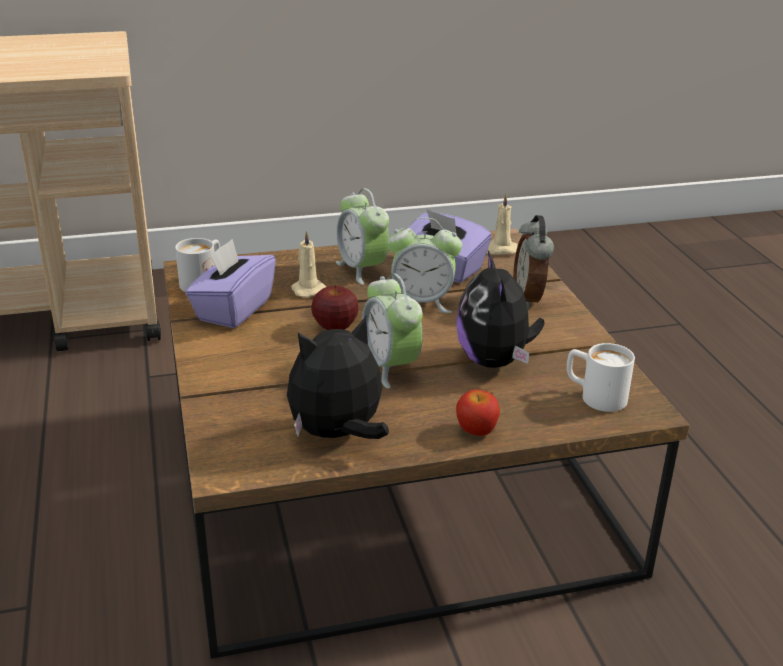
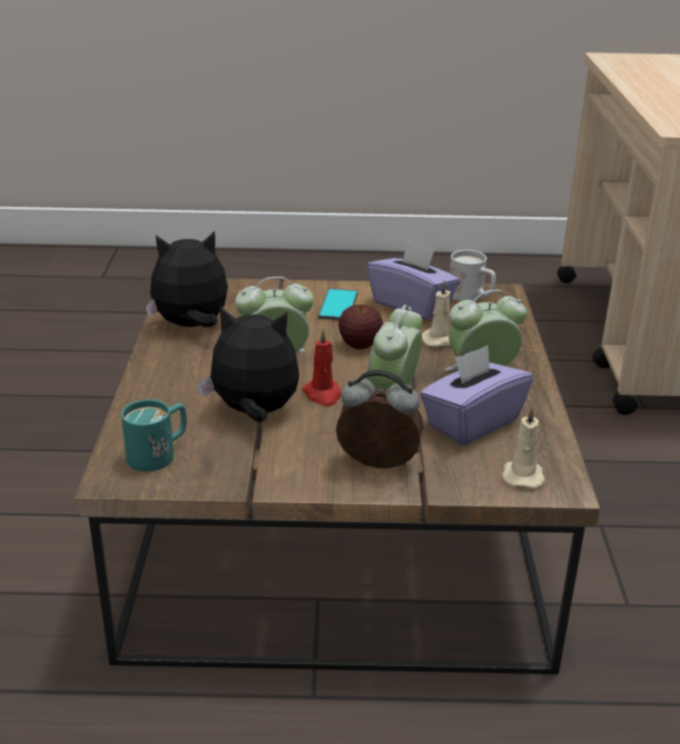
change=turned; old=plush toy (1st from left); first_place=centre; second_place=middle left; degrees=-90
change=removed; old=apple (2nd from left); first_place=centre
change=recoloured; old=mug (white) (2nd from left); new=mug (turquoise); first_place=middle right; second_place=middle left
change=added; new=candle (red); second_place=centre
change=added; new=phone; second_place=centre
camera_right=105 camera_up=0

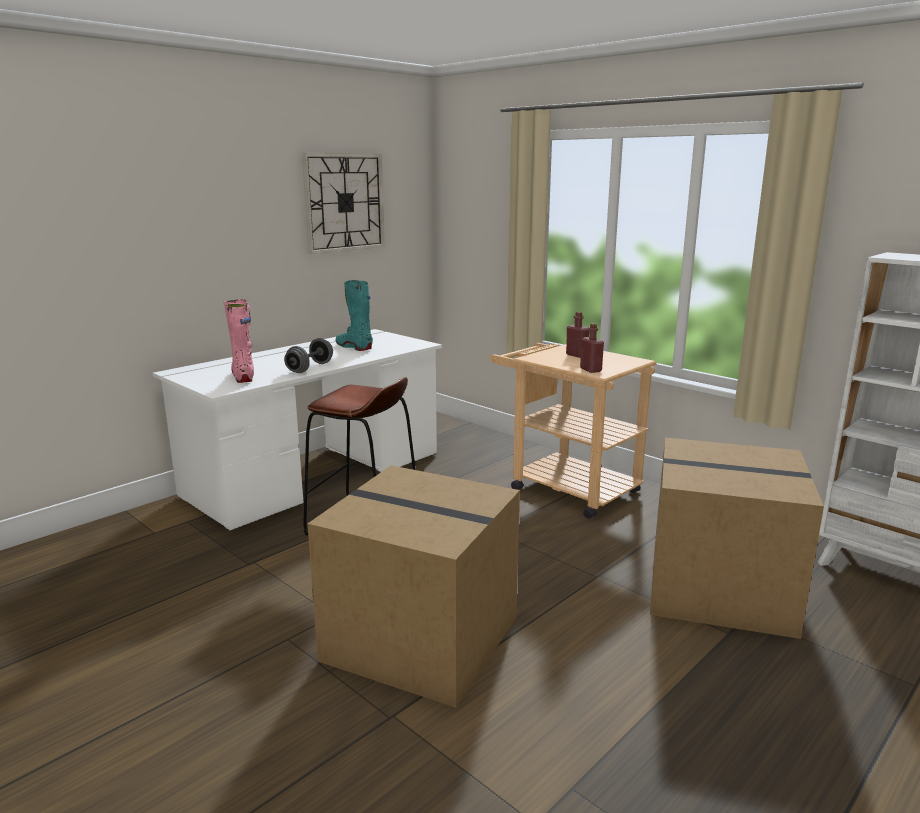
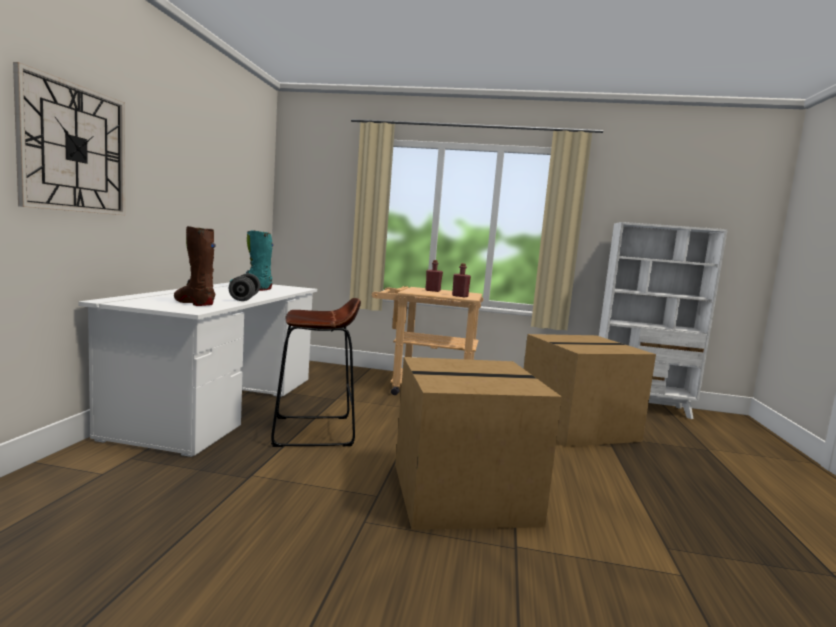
change=recoloured; old=boot (pink); new=boot (brown); first_place=middle left; second_place=middle left
change=moved; old=wall clock; first_place=top centre; second_place=top left
camera_right=-35 camera_up=-10

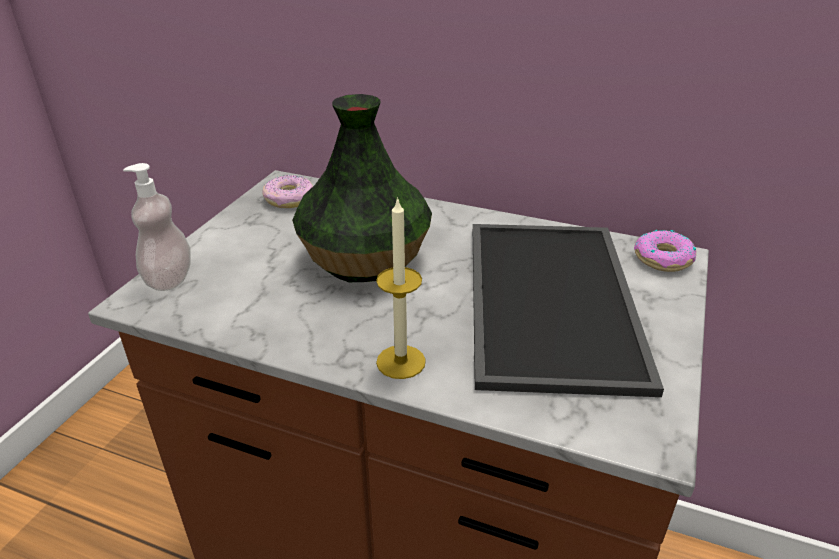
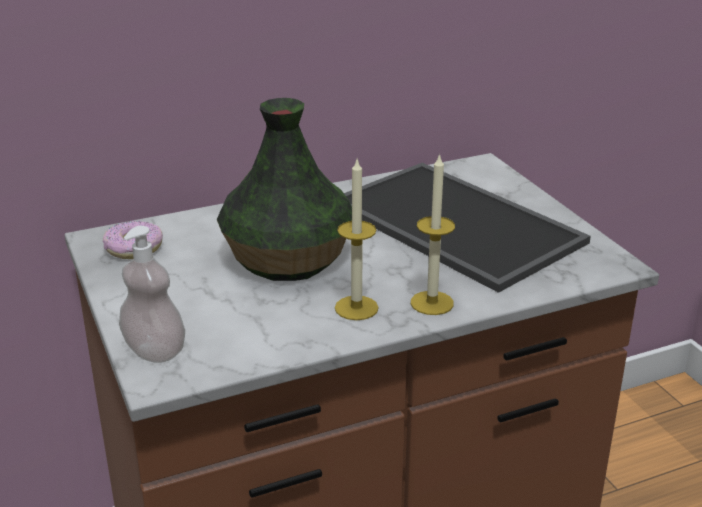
change=removed; old=donut (2nd from left); first_place=middle right
change=added; new=candle (1st from left); second_place=centre
camera_right=-45 camera_up=-5

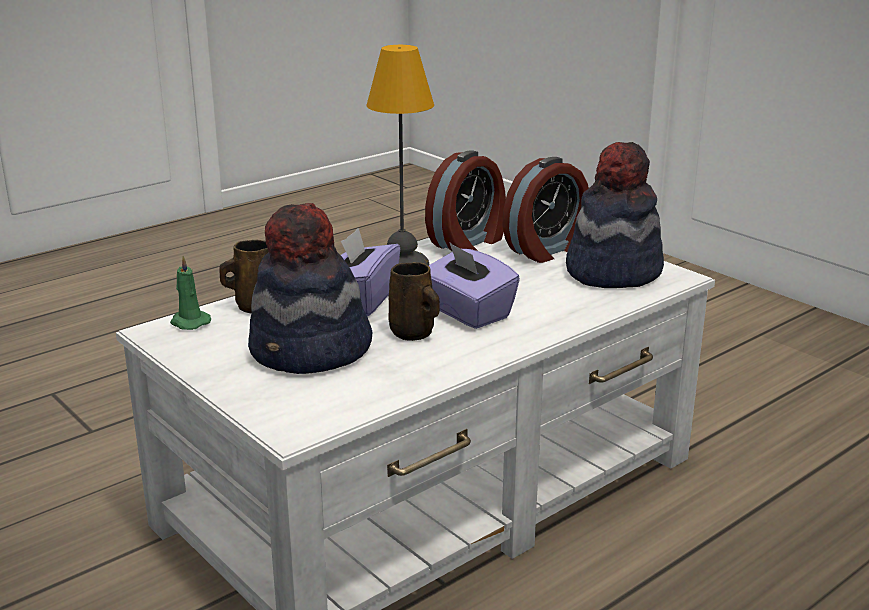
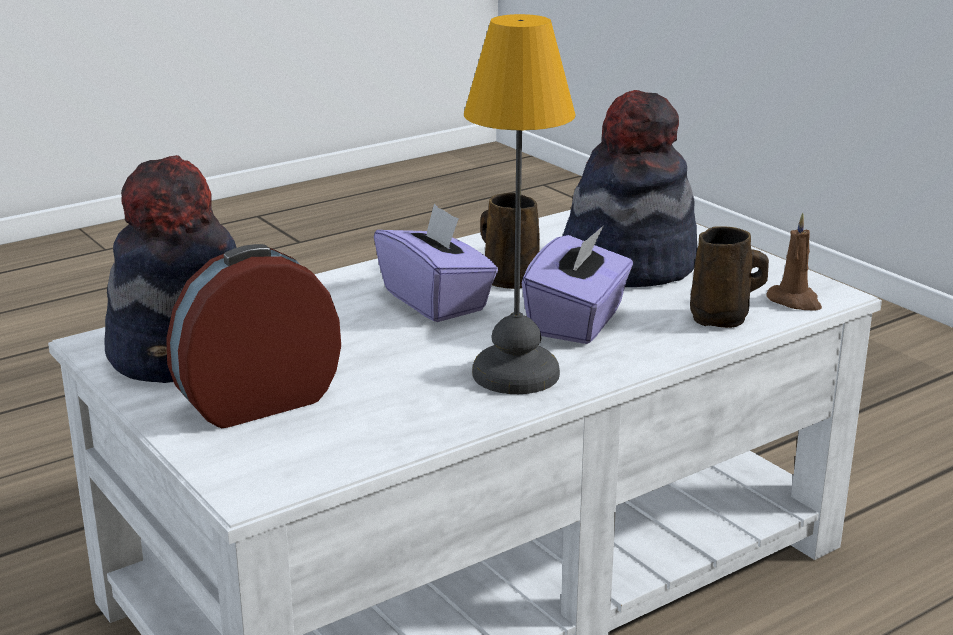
change=recoloured; old=candle (green); new=candle (brown); first_place=middle left; second_place=middle right
change=removed; old=alarm clock (1st from left); first_place=top centre
camera_right=-175 camera_up=0

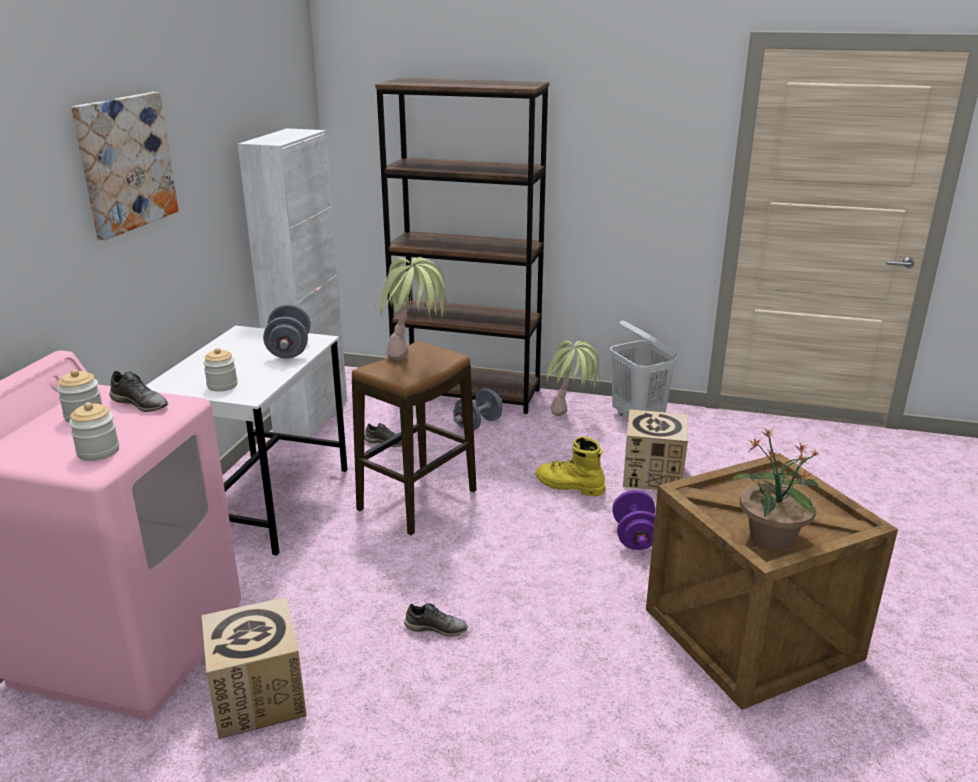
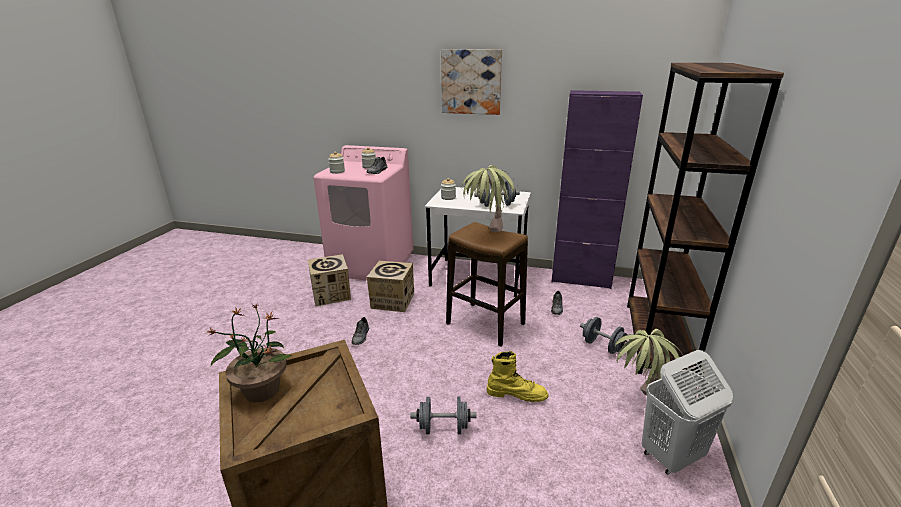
change=recoloured; old=cabinet (white); new=cabinet (purple); first_place=middle left; second_place=centre
change=turned; old=boot (yellow); first_place=centre; second_place=bottom centre; degrees=75
change=recoloured; old=dumbbell (purple); new=dumbbell (grey) (1st from left); first_place=centre; second_place=bottom centre
change=moved; old=cardboard box (2nd from left); first_place=middle right; second_place=centre
camera_right=90 camera_up=0

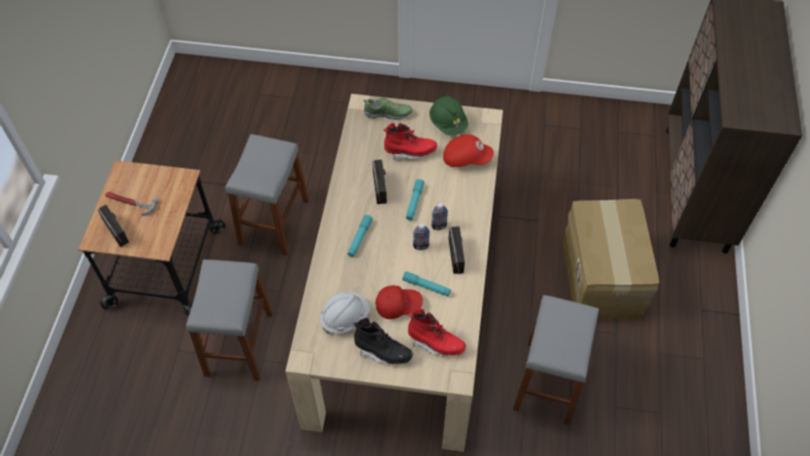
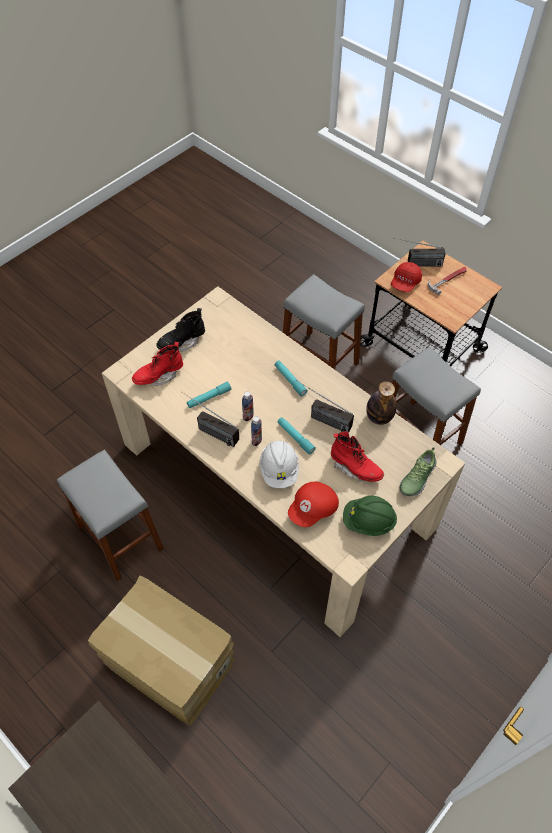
change=moved; old=hard hat (white); first_place=bottom centre; second_place=centre
change=moved; old=cap (red) (1st from left in the first image); new=cap (red) (2nd from left); first_place=centre; second_place=top right
change=turned; old=boot (red) (1st from left in the first image); first_place=top centre; second_place=centre; degrees=-90
change=added; new=bottle (3rd from left); second_place=middle right
camera_right=125 camera_up=0

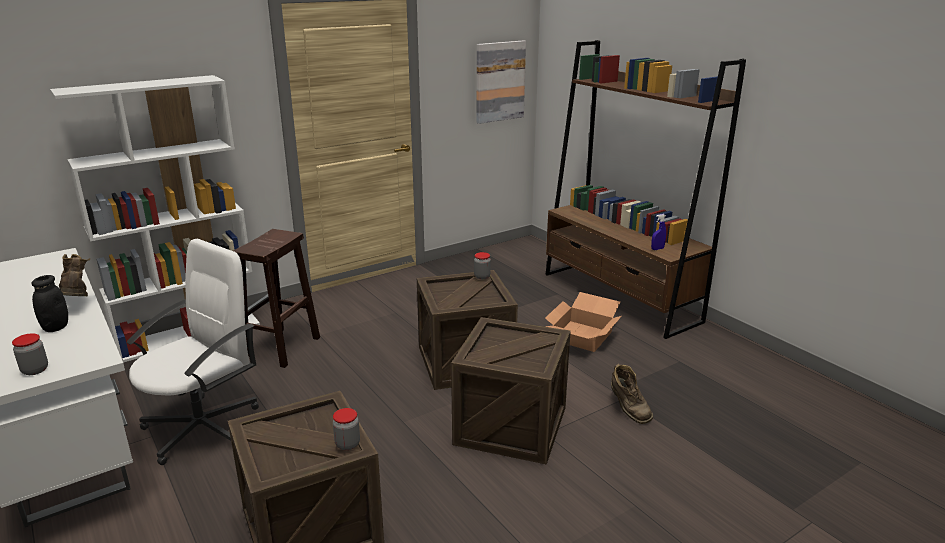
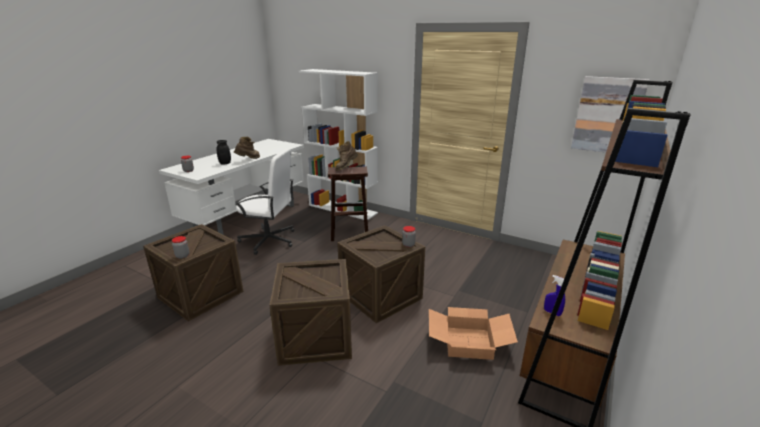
change=moved; old=boot (brown) (2nd from left); first_place=bottom right; second_place=centre
camera_right=65 camera_up=0

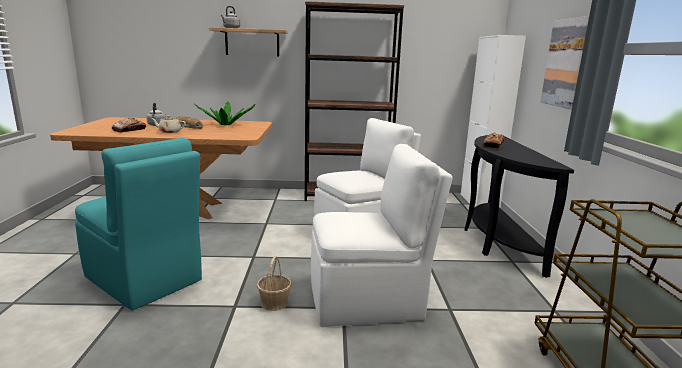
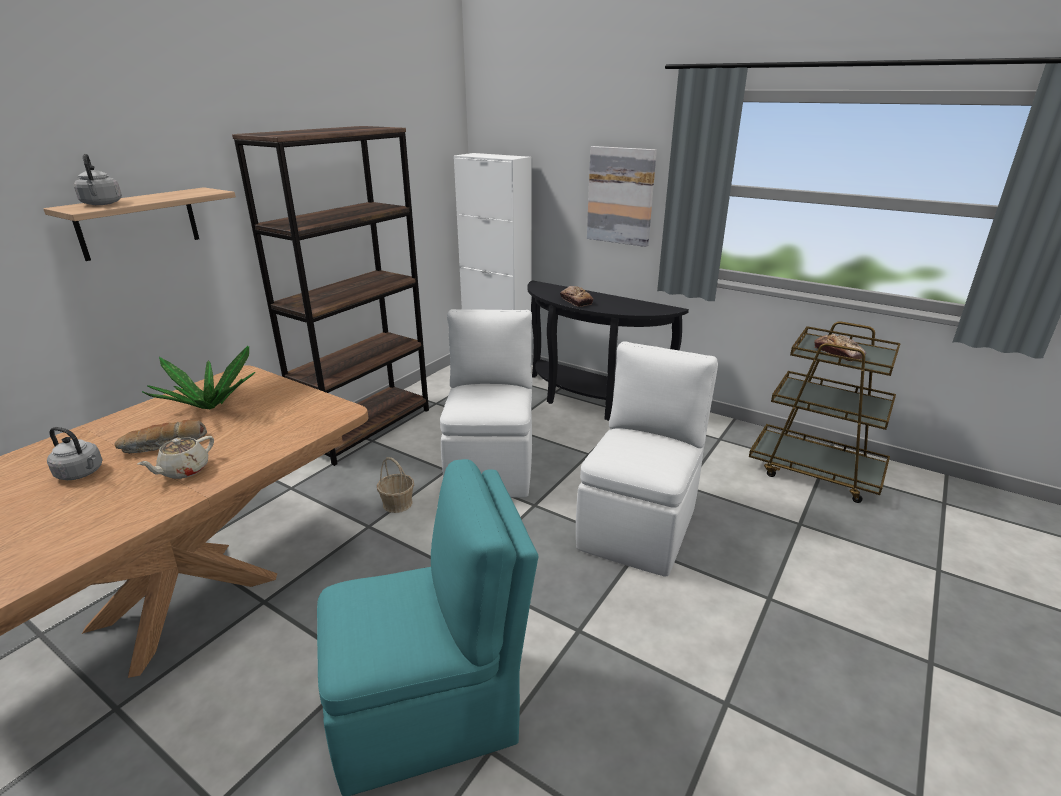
change=moved; old=bread (1st from left in the first image); new=bread (3rd from left); first_place=middle left; second_place=middle right
change=moved; old=basket; first_place=bottom centre; second_place=centre
camera_right=-55 camera_up=10

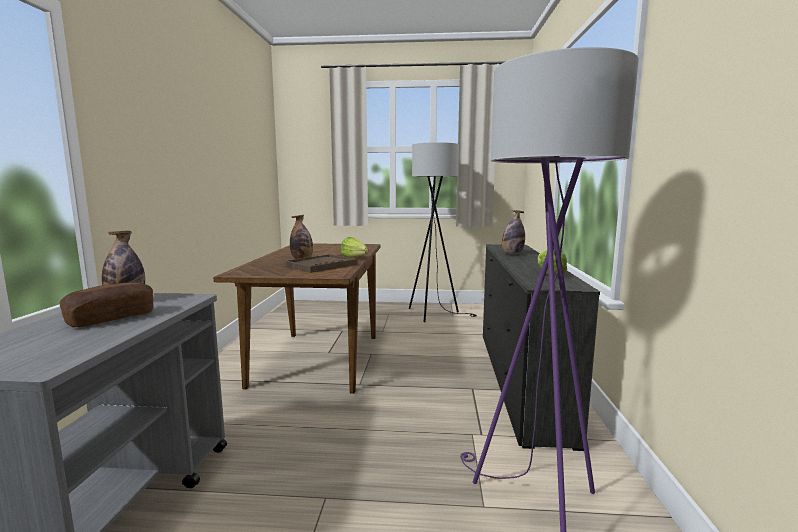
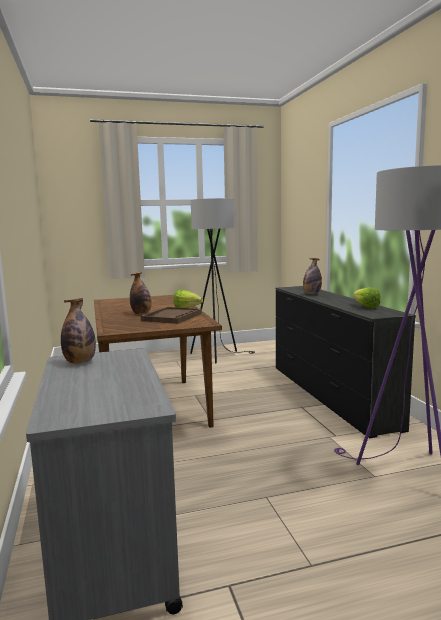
change=removed; old=bread; first_place=middle left
camera_right=-20 camera_up=0

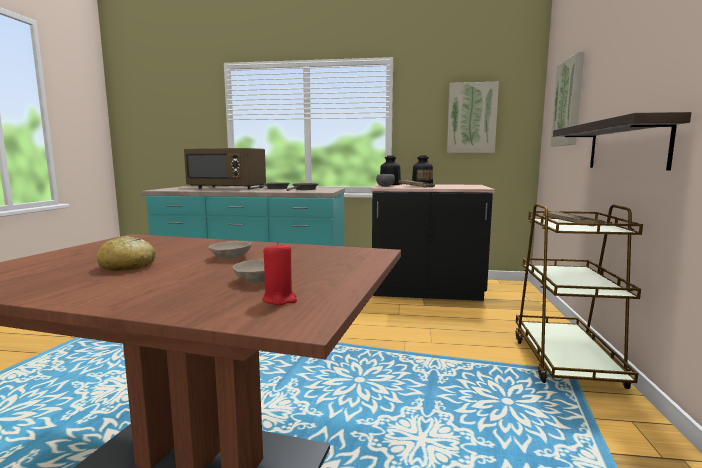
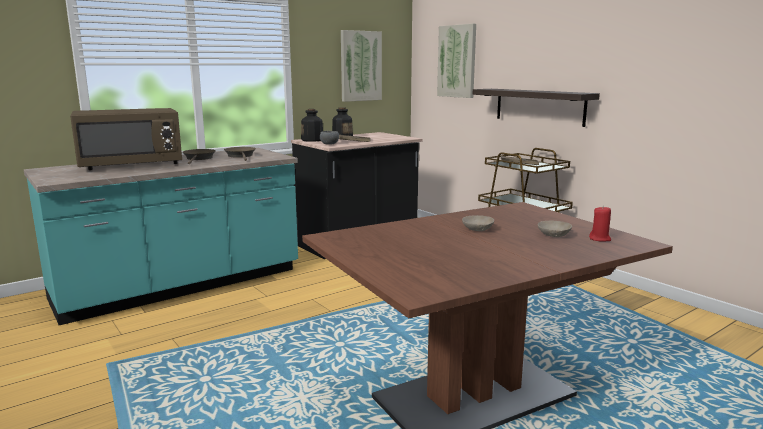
change=removed; old=bread; first_place=middle left
camera_right=-45 camera_up=5

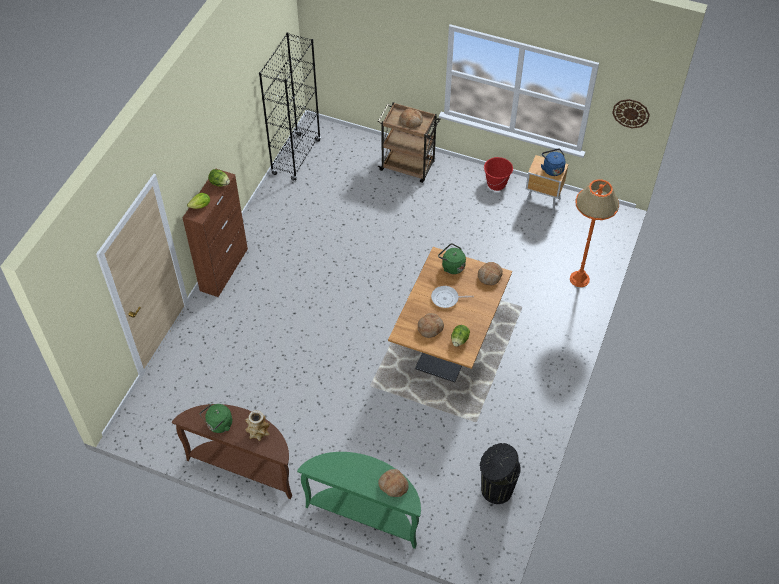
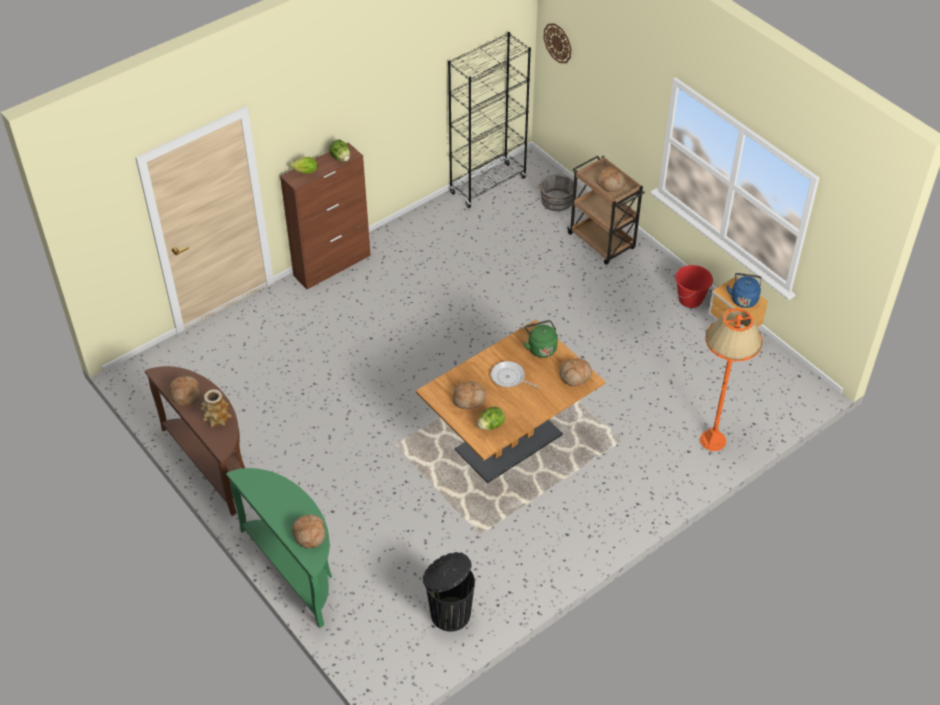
change=replaced; old=kettle (green) (1st from left); new=bread (1st from left); first_place=bottom left; second_place=middle left
change=moved; old=wall clock; first_place=top right; second_place=top centre
change=added; new=bucket (grey); second_place=top centre
camera_right=30 camera_up=-5

